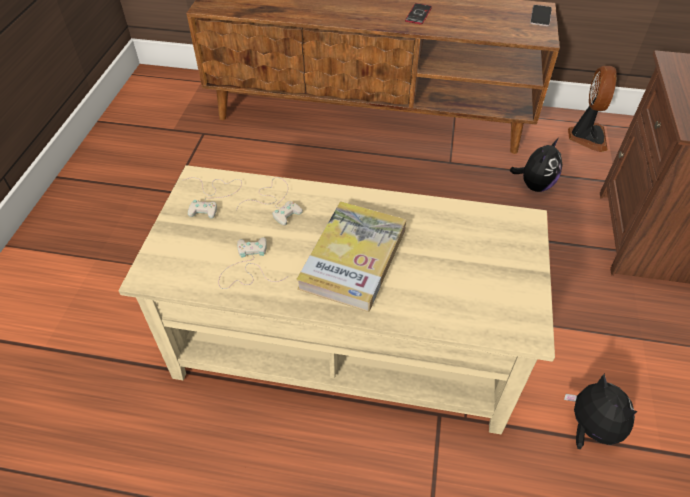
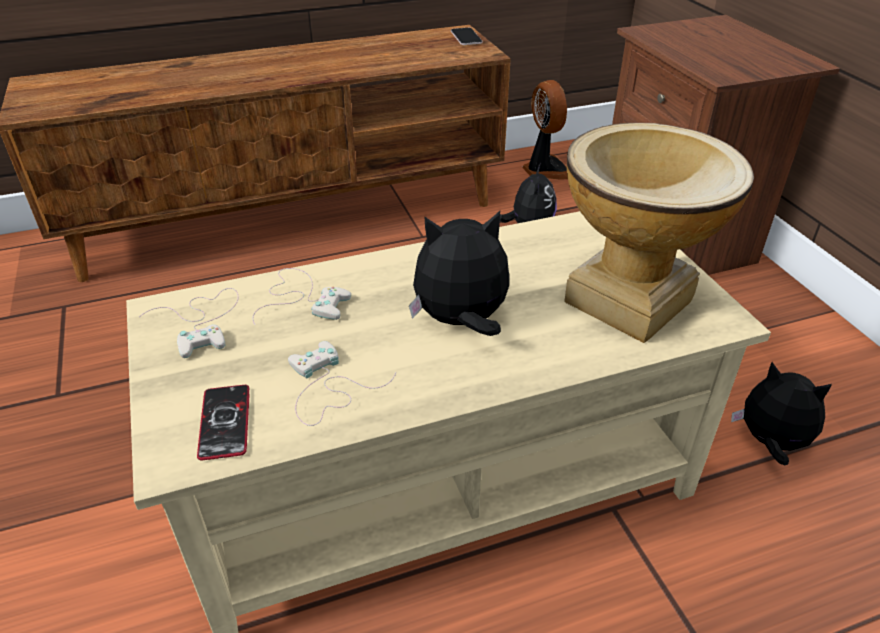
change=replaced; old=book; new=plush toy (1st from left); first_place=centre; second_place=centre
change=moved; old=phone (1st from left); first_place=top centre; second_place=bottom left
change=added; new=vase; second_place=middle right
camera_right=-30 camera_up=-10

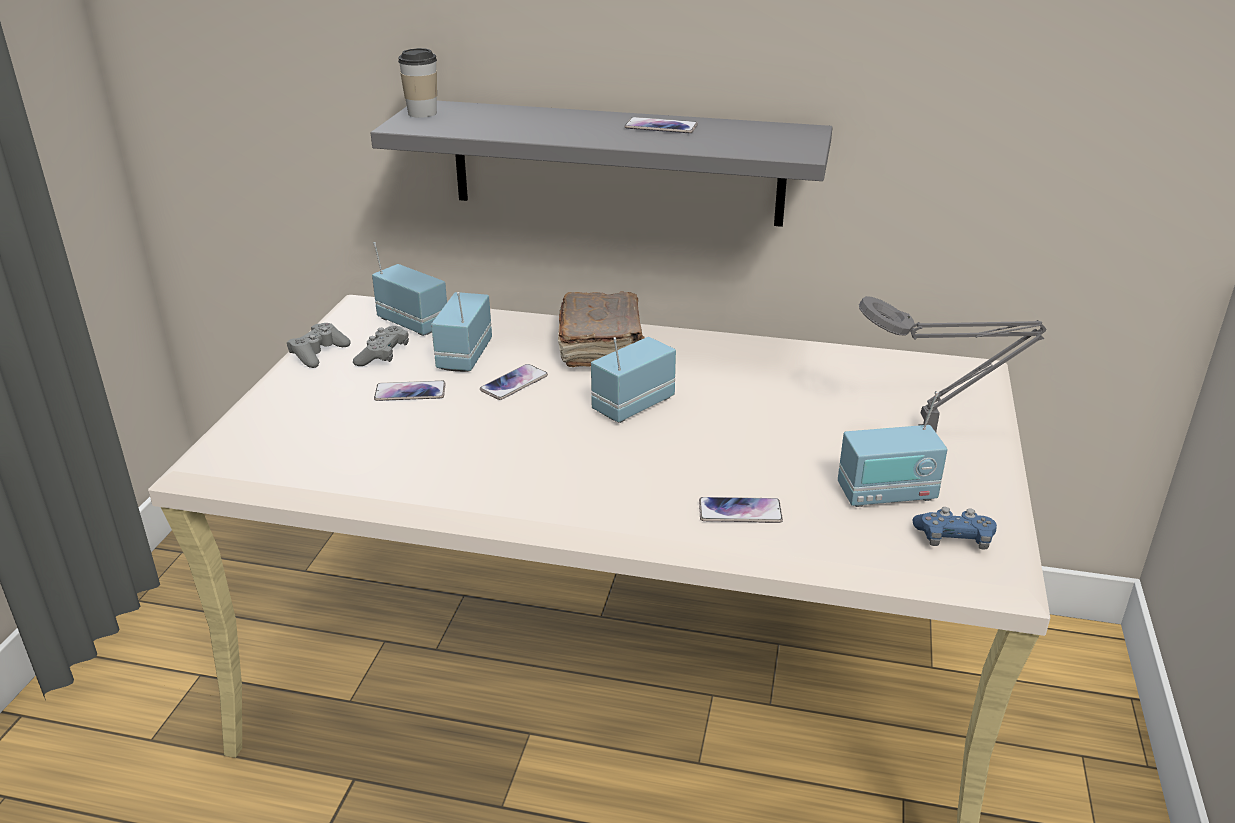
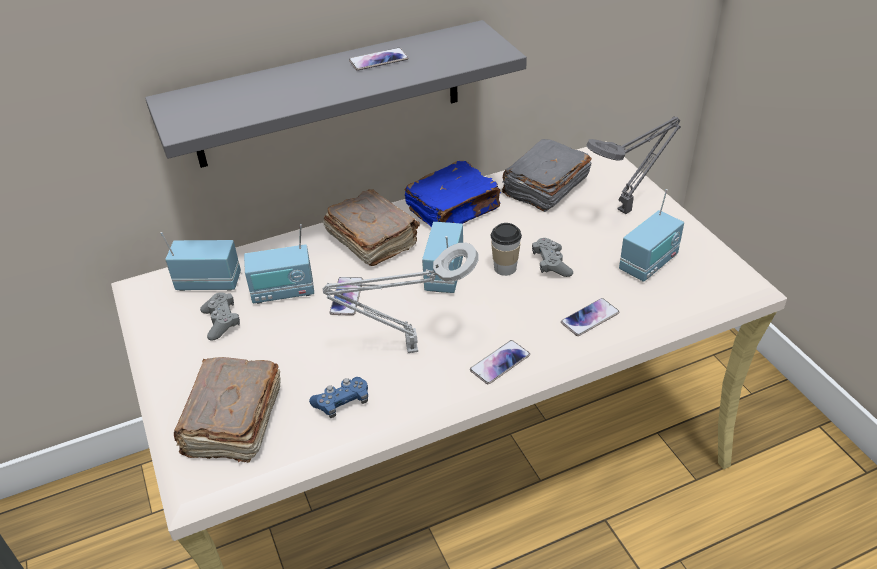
change=moved; old=game controller (grey) (1st from left in the first image); new=game controller (grey) (2nd from left); first_place=middle left; second_place=centre
change=moved; old=phone (1st from left in the first image); new=phone (3rd from left); first_place=middle left; second_place=centre
change=moved; old=cup; first_place=top centre; second_place=centre
change=turned; old=radio (2nd from left); first_place=centre; second_place=middle left; degrees=-75
change=moved; old=game controller (blue); first_place=middle right; second_place=bottom centre
change=added; new=book (brown) (1st from left); second_place=bottom left
change=added; new=table lamp (grey) (1st from left); second_place=centre
change=added; new=book (blue); second_place=centre
change=added; new=book (grey); second_place=top centre
camera_right=-35 camera_up=10

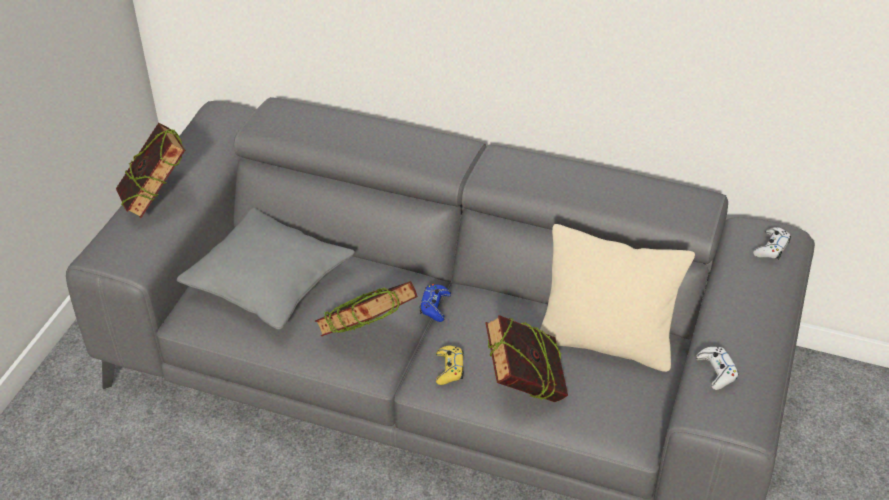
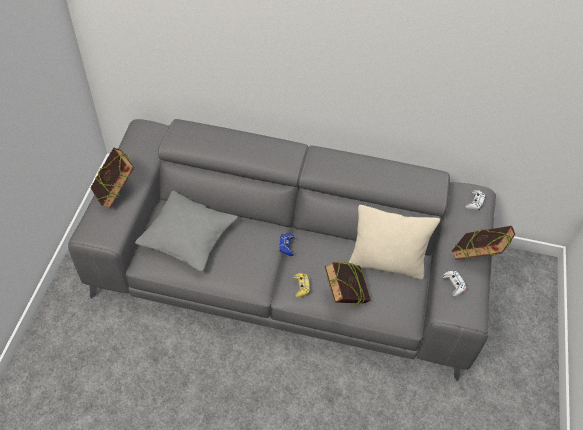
change=moved; old=book (2nd from left in the first image); new=book (3rd from left); first_place=centre; second_place=middle right
camera_right=-10 camera_up=10

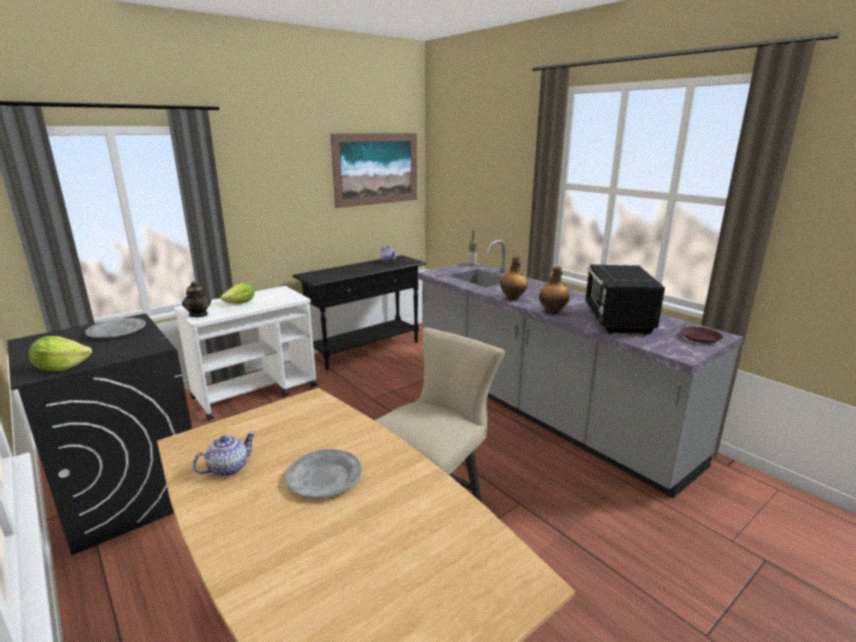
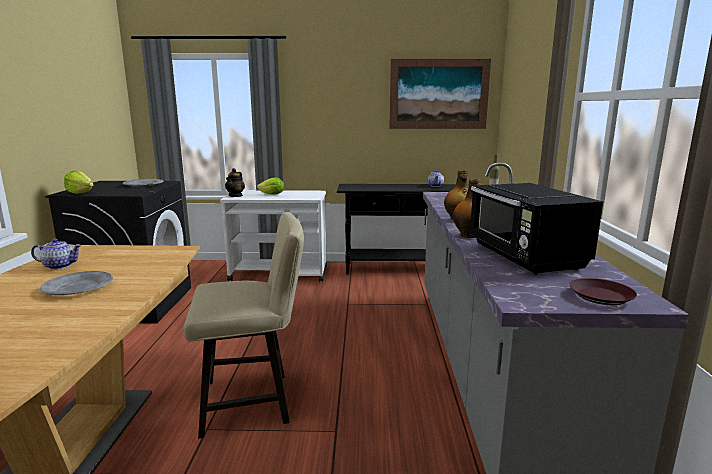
change=turned; old=microwave (black); first_place=middle right; second_place=middle right; degrees=-60
camera_right=40 camera_up=-5

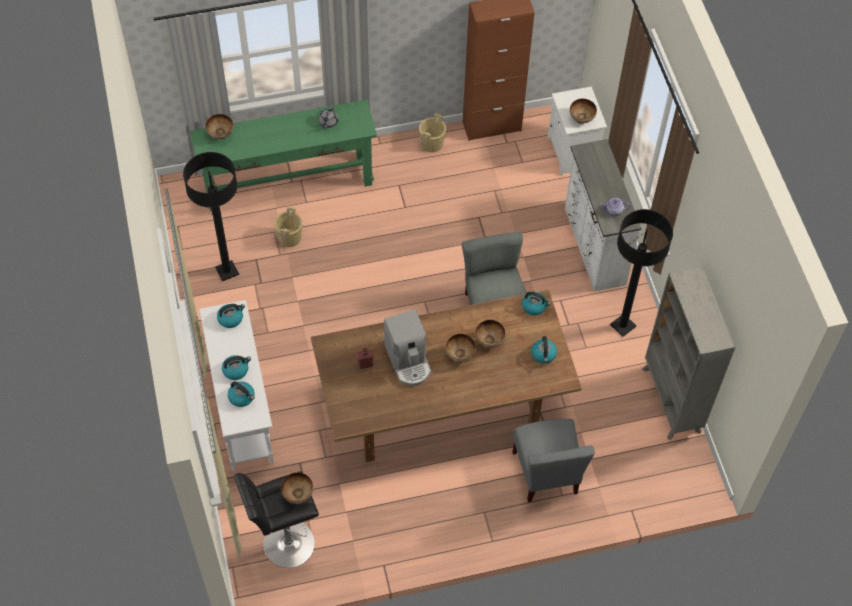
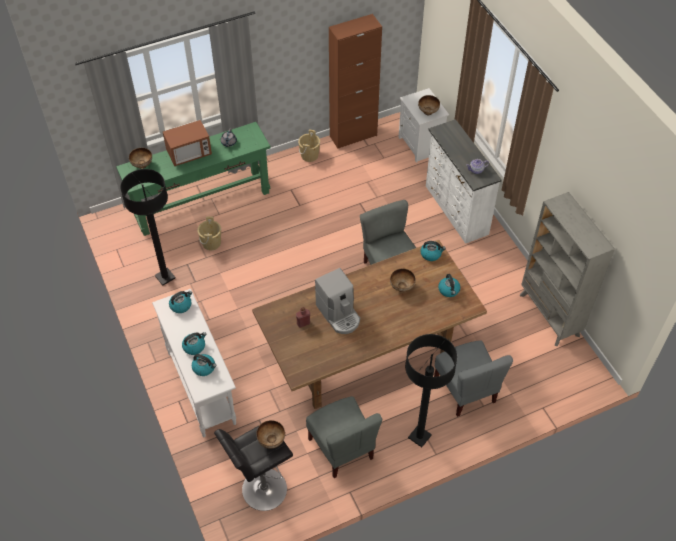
change=removed; old=bowl (3rd from left); first_place=centre
change=moved; old=floor lamp (black) (2nd from left); first_place=middle right; second_place=bottom centre
change=added; new=microwave; second_place=top left
change=added; new=chair (grey) (1st from left); second_place=bottom centre
camera_right=-10 camera_up=-5

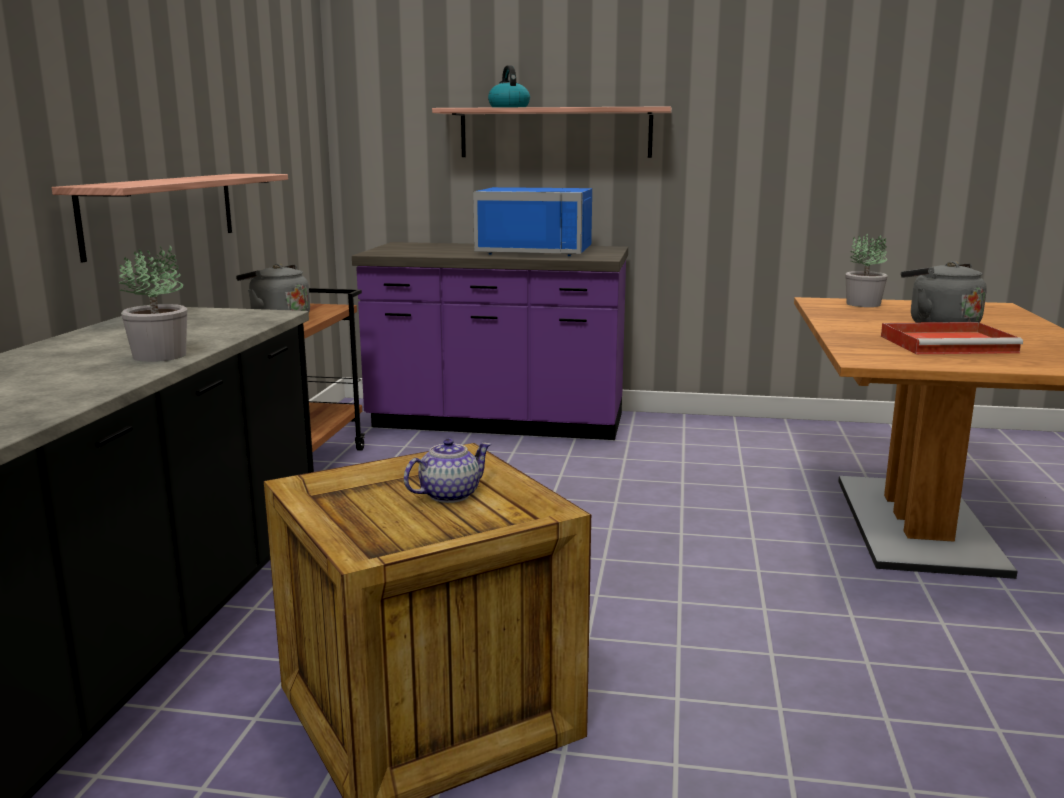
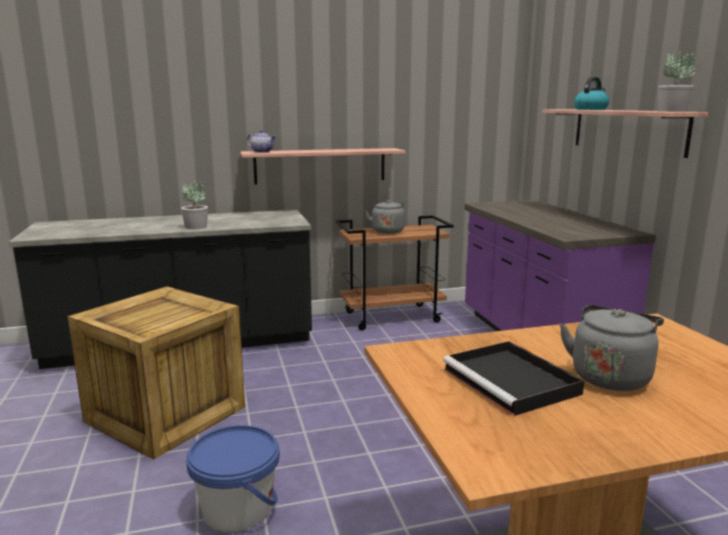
change=moved; old=teapot; first_place=centre; second_place=top centre
change=removed; old=microwave (blue); first_place=top centre
change=moved; old=potted plant (2nd from left); first_place=middle right; second_place=top right
change=recoloured; old=tray (red); new=tray (black); first_place=middle right; second_place=bottom right
change=added; new=bucket (blue); second_place=bottom left
camera_right=65 camera_up=0

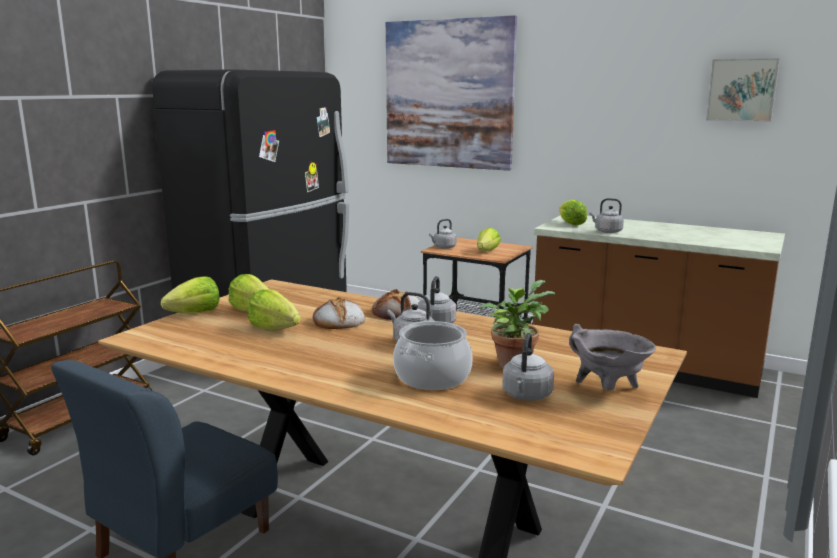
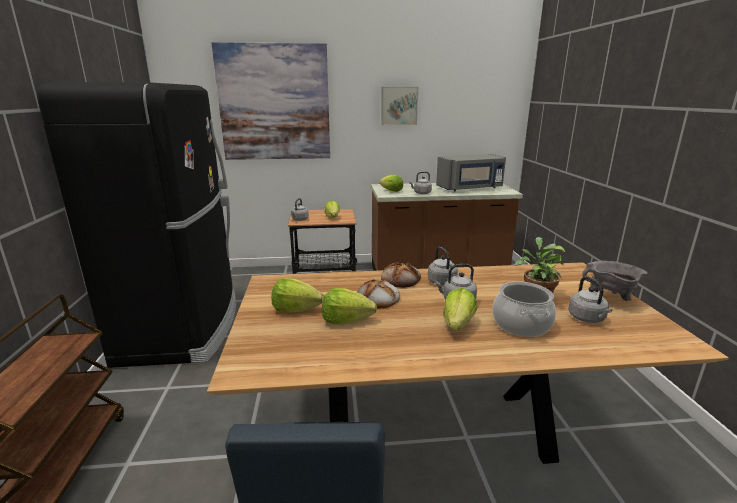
change=moved; old=lettuce (1st from left in the first image); new=lettuce (5th from left); first_place=middle left; second_place=centre
change=moved; old=picture (2nd from left); first_place=top right; second_place=top centre
change=added; new=microwave (grey); second_place=centre
camera_right=-35 camera_up=5

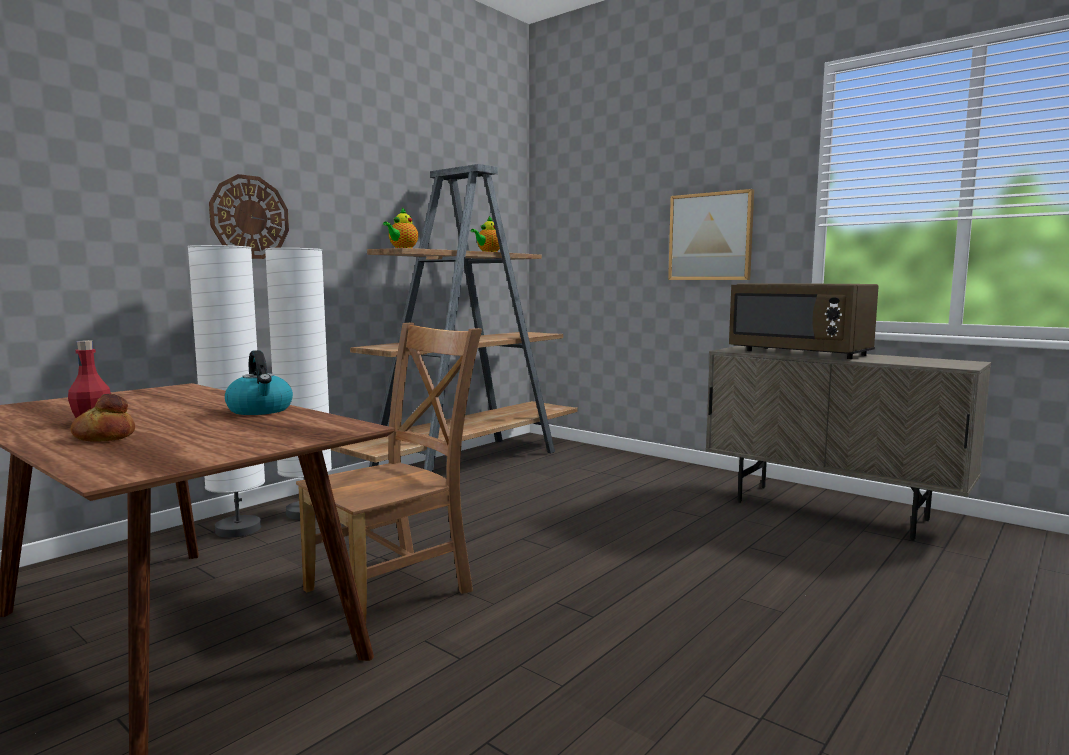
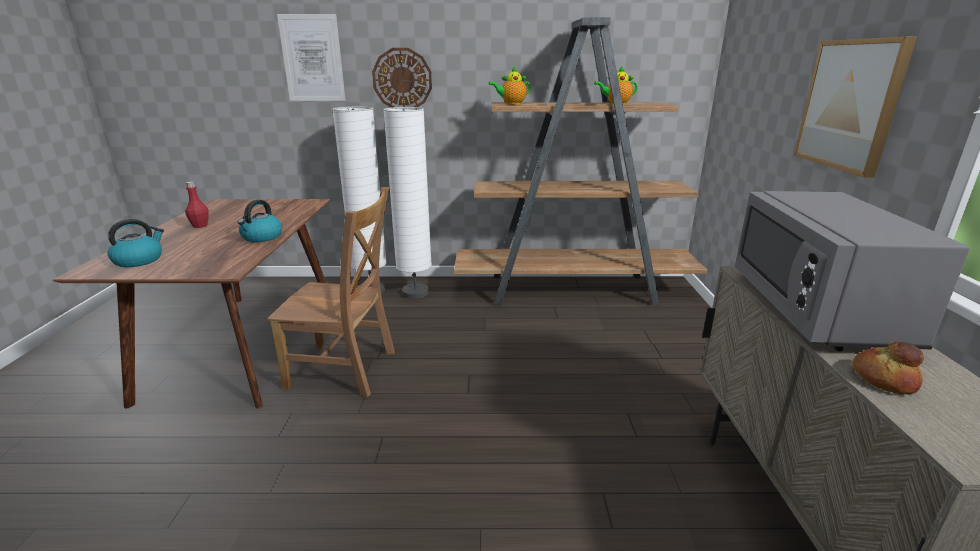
change=moved; old=bread; first_place=middle left; second_place=bottom right
change=recoloured; old=microwave (brown); new=microwave (grey); first_place=middle right; second_place=middle right
change=added; new=kettle (1st from left); second_place=middle left
change=added; new=picture (1st from left); second_place=top left
camera_right=50 camera_up=15

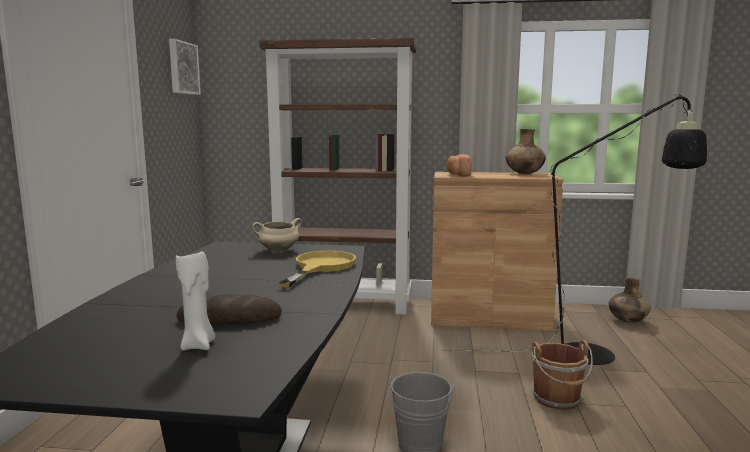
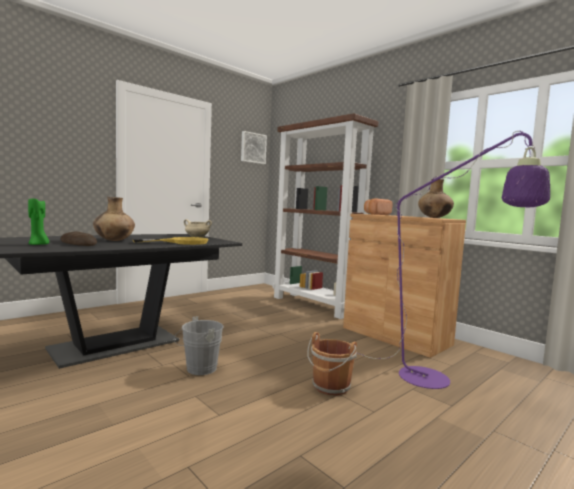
change=recoloured; old=candle (white); new=candle (green); first_place=middle left; second_place=middle left
change=recoloured; old=floor lamp (black); new=floor lamp (purple); first_place=middle right; second_place=middle right
change=moved; old=vase (brown) (2nd from left in the first image); new=vase (brown) (1st from left); first_place=middle right; second_place=middle left
camera_right=40 camera_up=-5

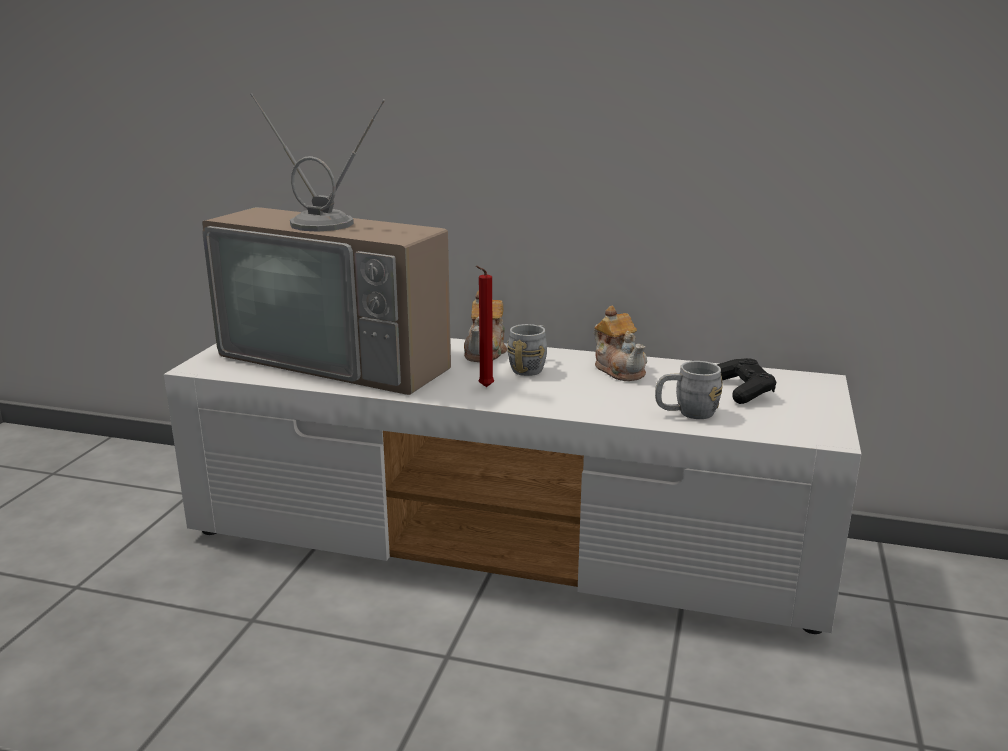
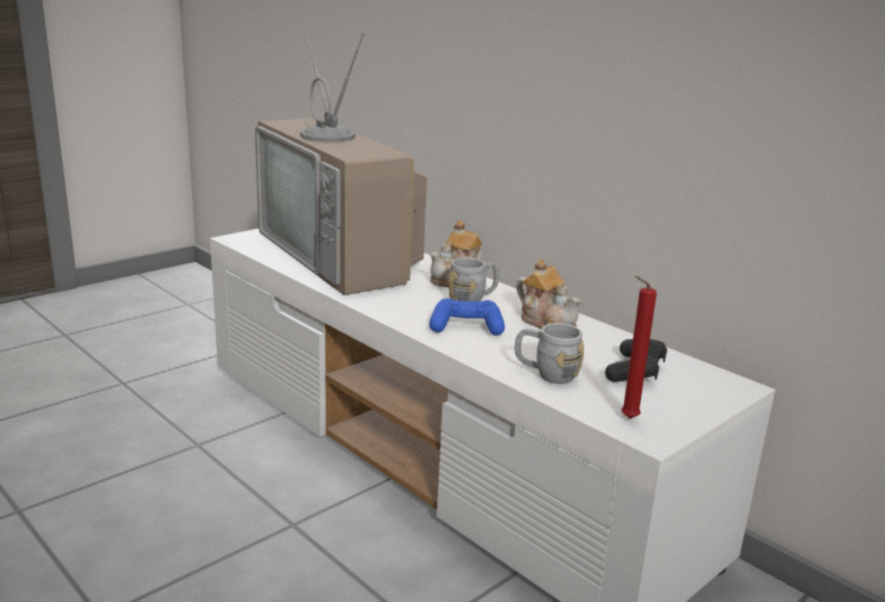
change=moved; old=candle (red); first_place=centre; second_place=middle right
change=turned; old=teapot (2nd from left); first_place=centre; second_place=centre; degrees=-45
change=added; new=game controller (blue); second_place=centre
camera_right=30 camera_up=0

